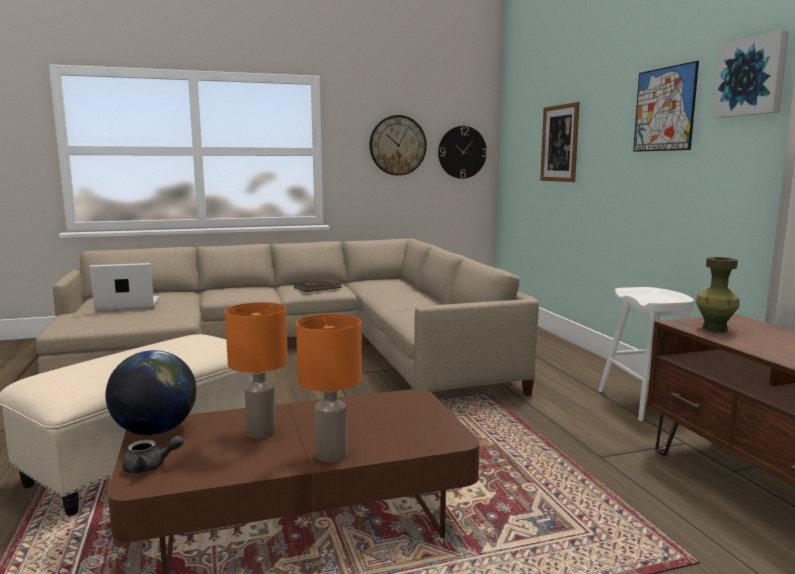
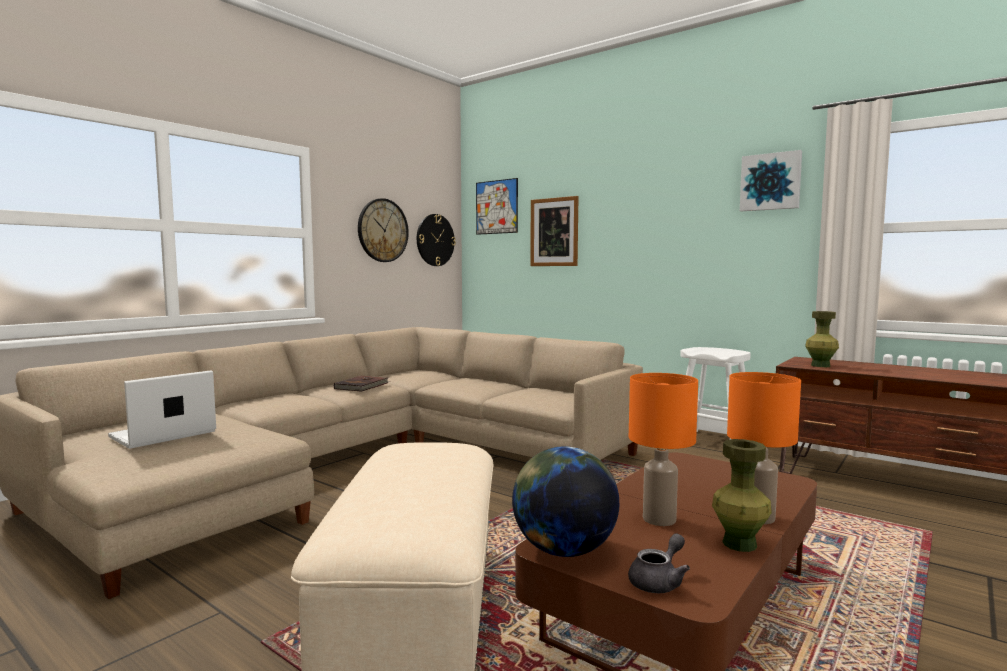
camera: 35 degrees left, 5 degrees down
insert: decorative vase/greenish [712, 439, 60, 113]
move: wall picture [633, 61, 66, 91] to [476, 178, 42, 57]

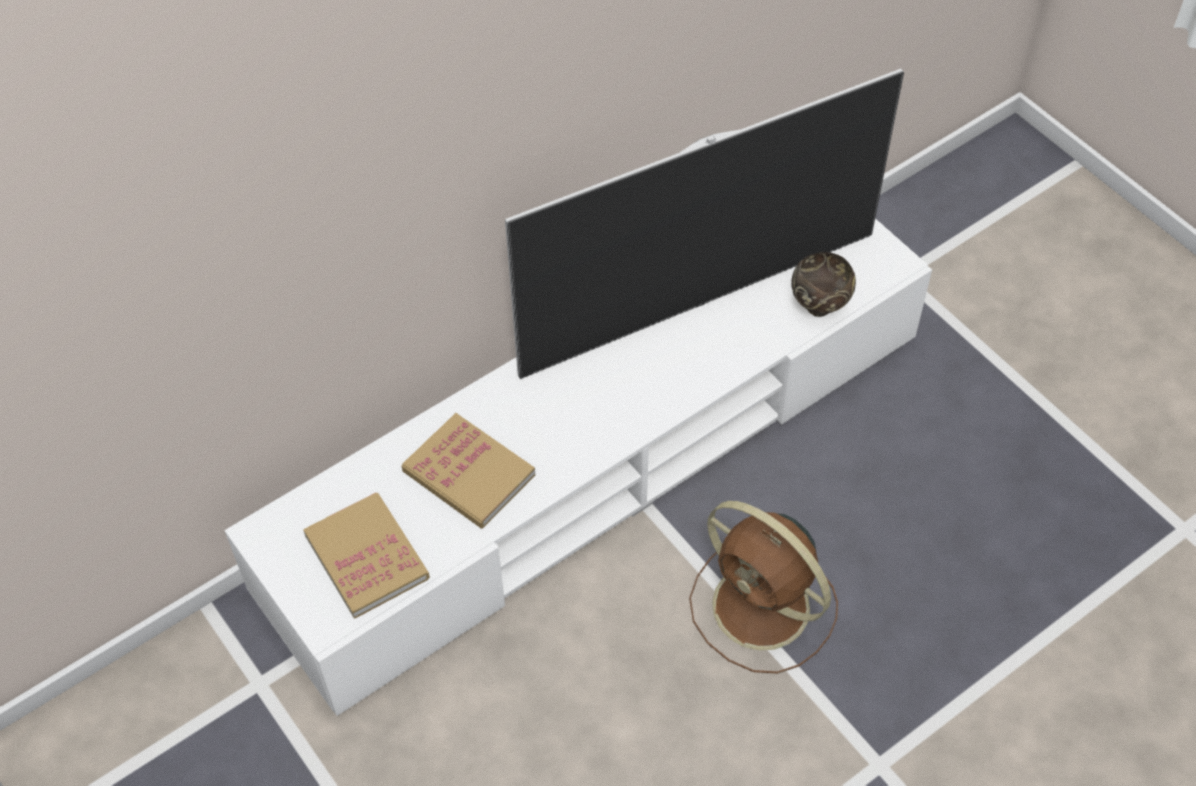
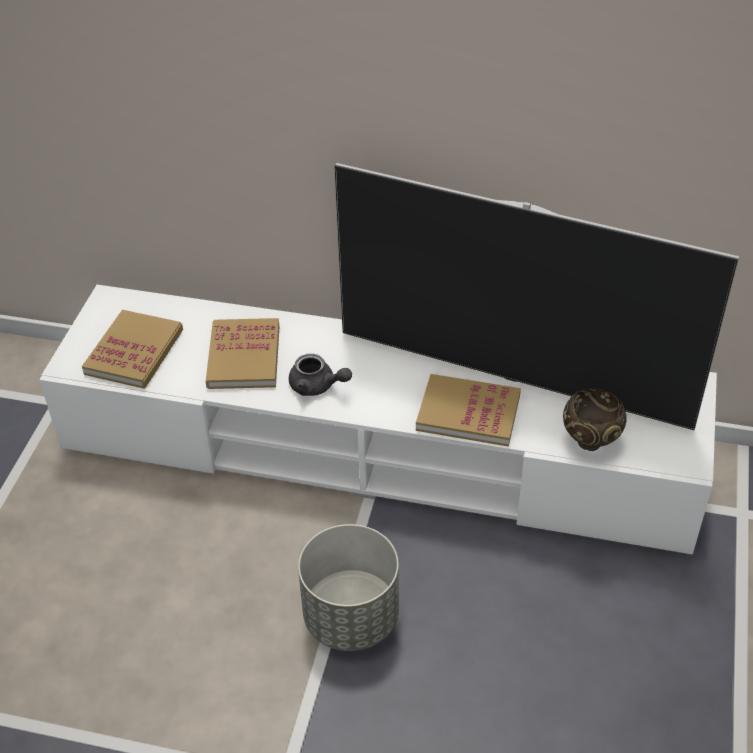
camera: 50 degrees right, 10 degrees down
insert: pot for tea/greyish [289, 354, 63, 42]; book [416, 374, 105, 73]
replace: electric fan/brown [689, 501, 149, 173] to plant pot/greyish [298, 524, 101, 127]

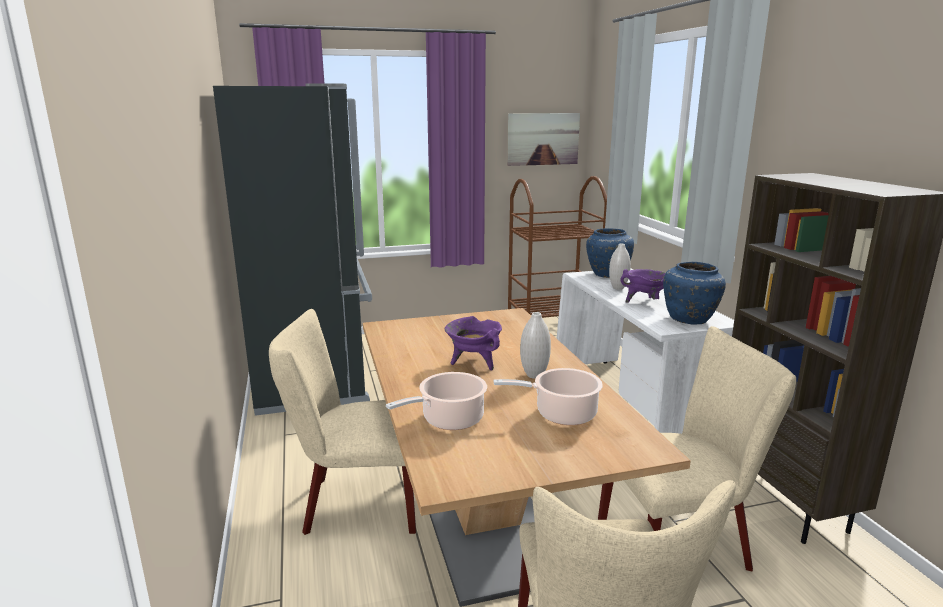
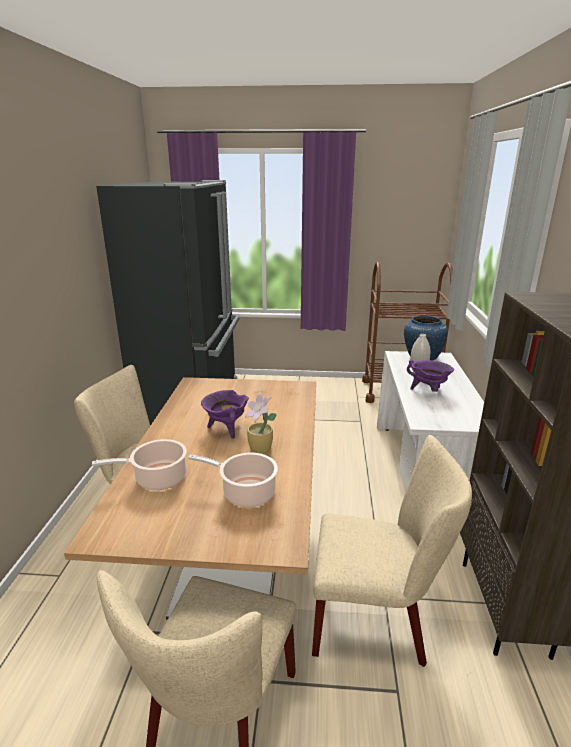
camera: 20 degrees right, 5 degrees up
delete: wall picture [507, 113, 73, 53]; decorative vase/bluish [663, 262, 63, 62]
replace: decorative vase/white-coloured [520, 312, 31, 67] to potted plant [245, 392, 32, 62]

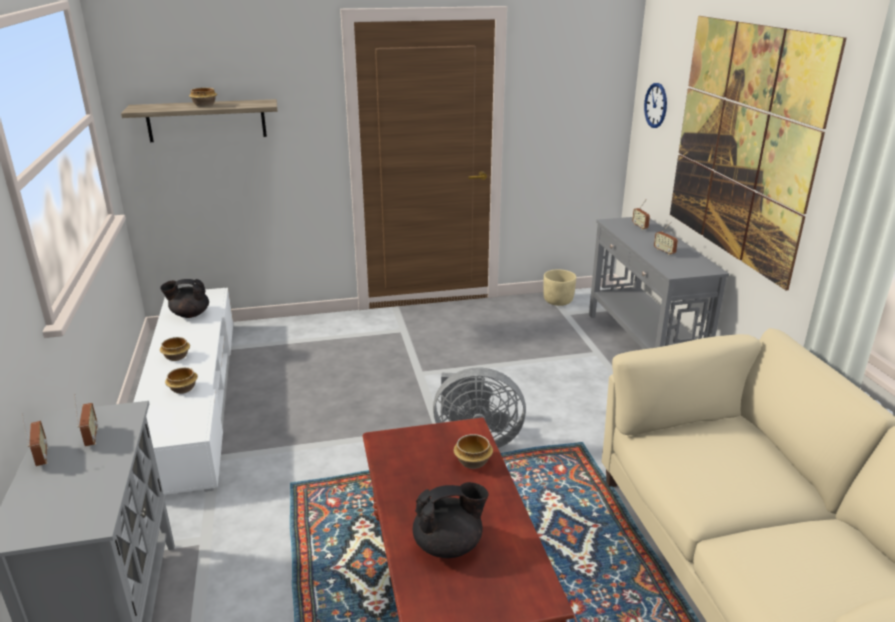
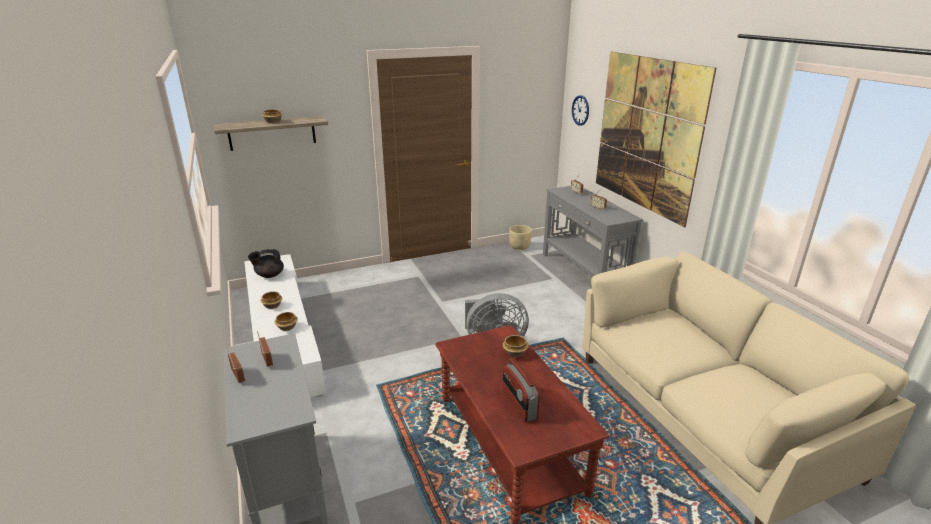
camera: 10 degrees left, 0 degrees up
replace: pot for tea/black-coloured [413, 482, 75, 76] to radio receiver [502, 358, 38, 64]

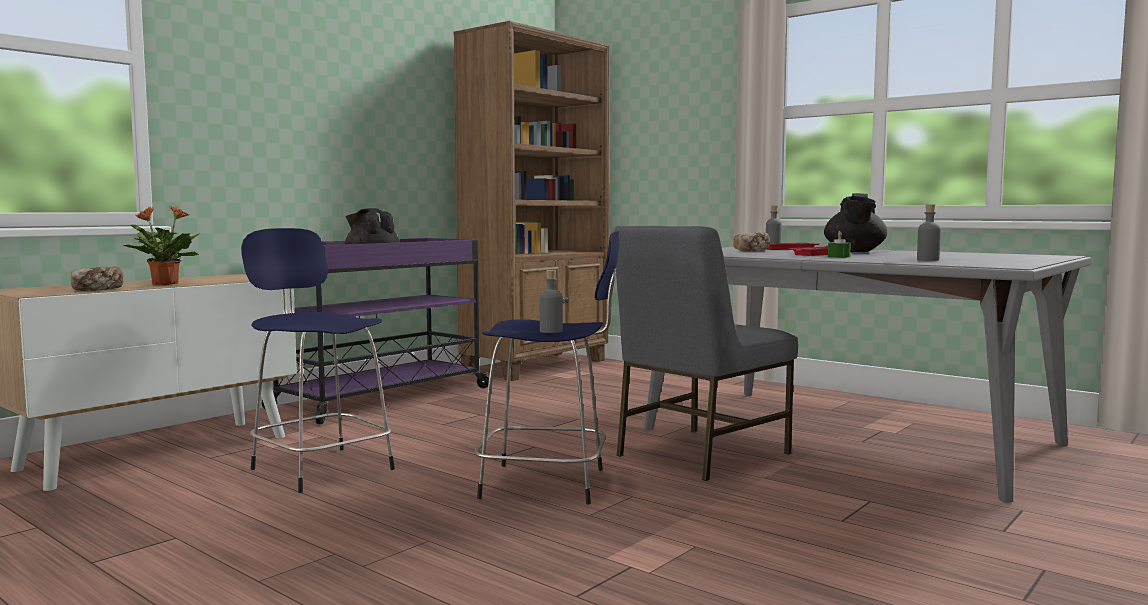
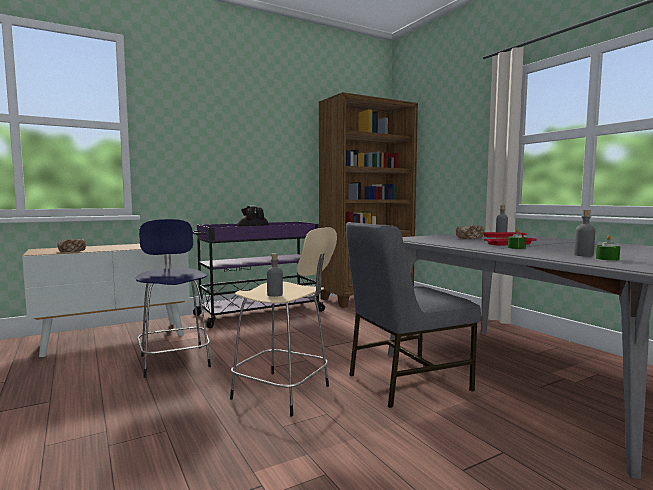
camera: 20 degrees right, 0 degrees up
delete: potted plant [123, 205, 78, 80]; pot for tea/black-coloured [824, 193, 63, 59]
insert: candle/greenish [596, 235, 24, 26]
recolor: stool/bluish [474, 231, 145, 273] to stool/beige-coloured [230, 227, 107, 190]

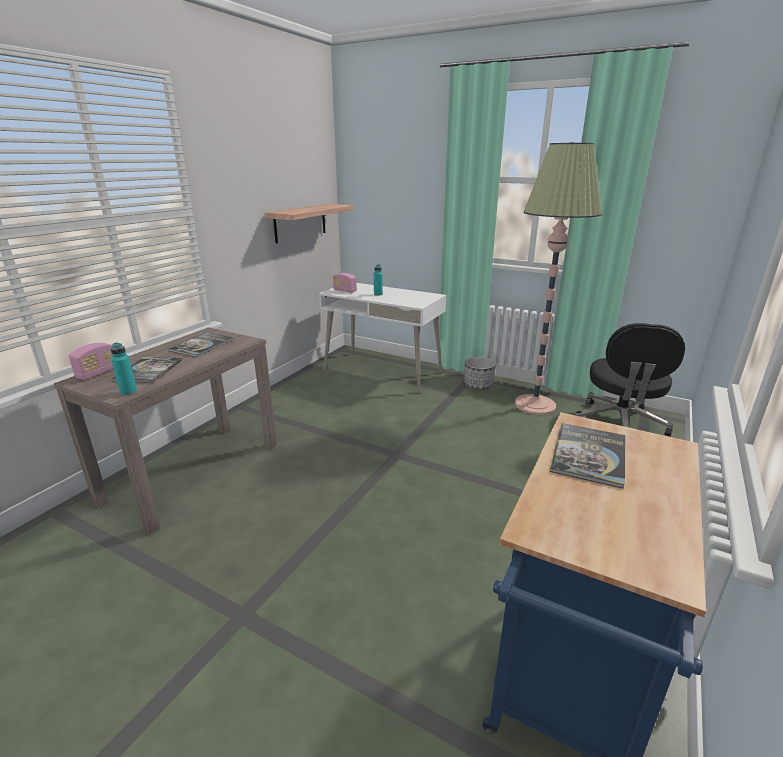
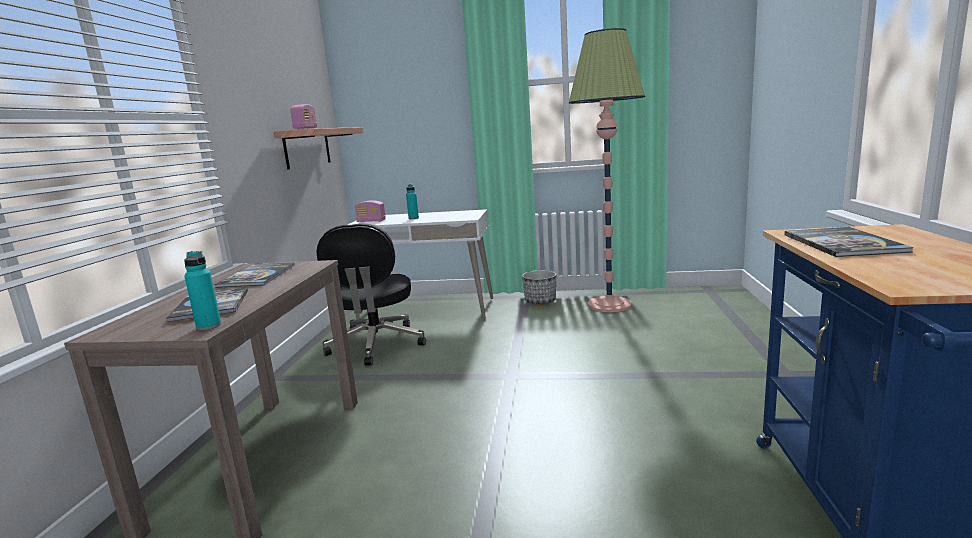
camera: 20 degrees left, 10 degrees down
move: radio receiver [69, 343, 44, 37] to [290, 104, 27, 25]; desk chair/black-coloured [576, 323, 109, 114] to [316, 223, 110, 143]

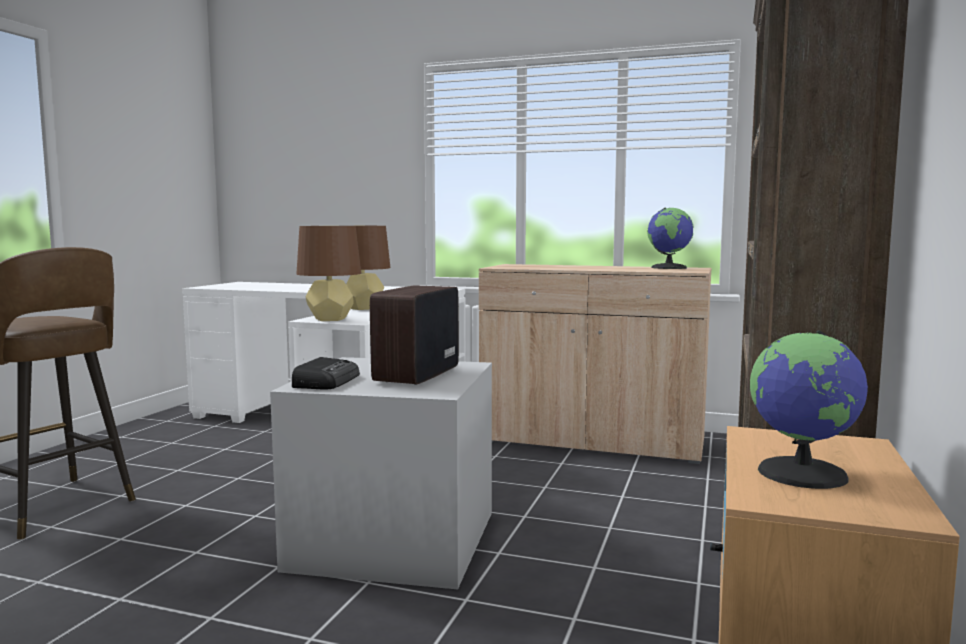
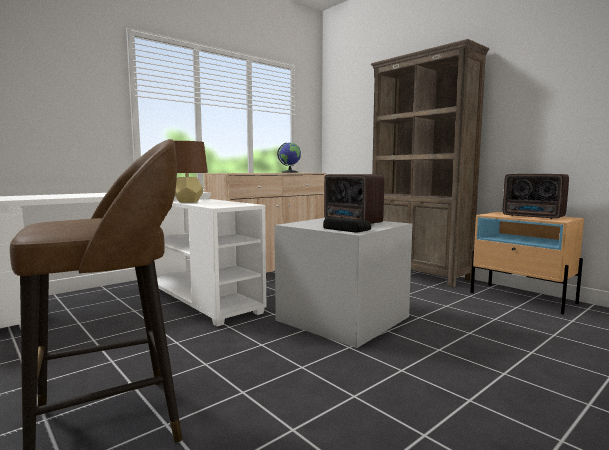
camera: 60 degrees left, 0 degrees up
delete: table lamp/brown [296, 226, 65, 95]
replace: world globe [750, 331, 118, 158] to radio receiver [503, 174, 66, 45]

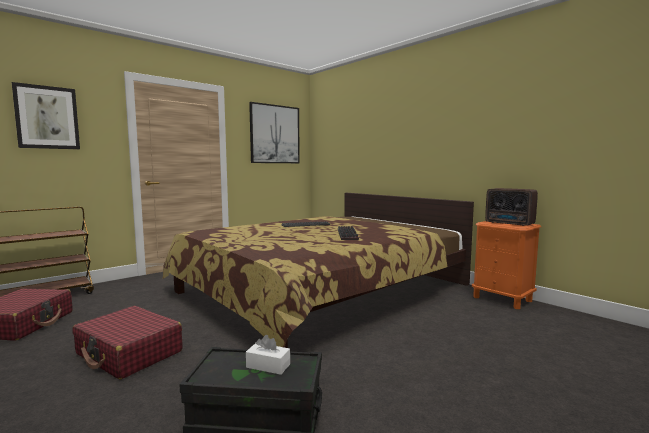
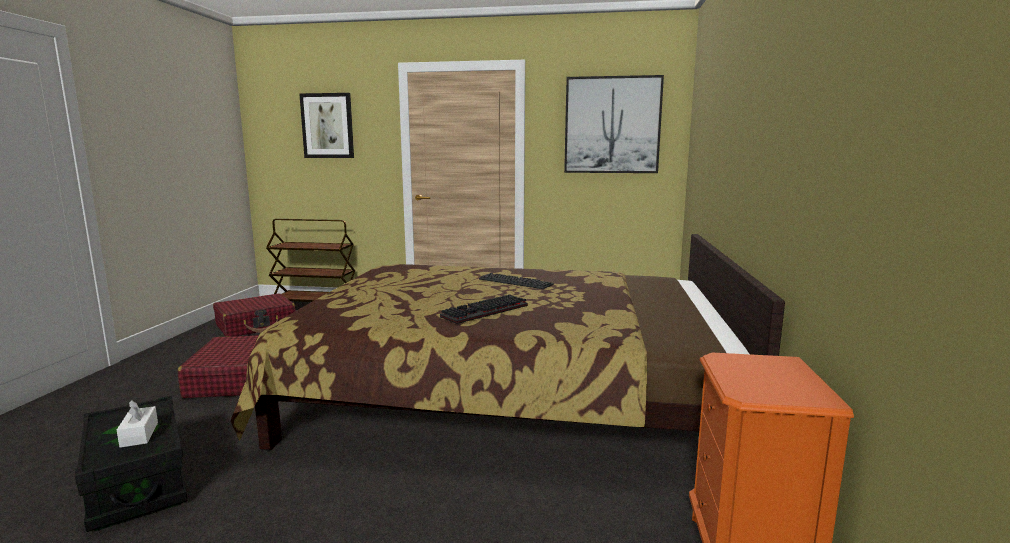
camera: 50 degrees right, 5 degrees up
delete: radio receiver [485, 188, 53, 38]

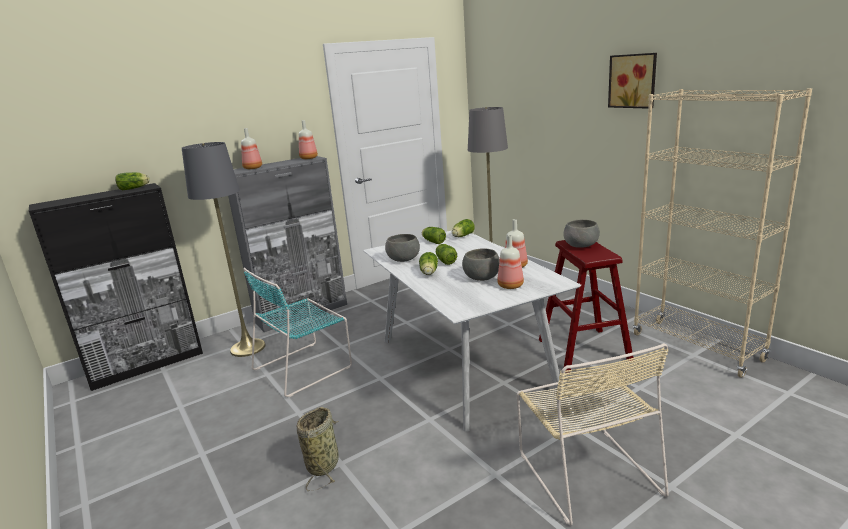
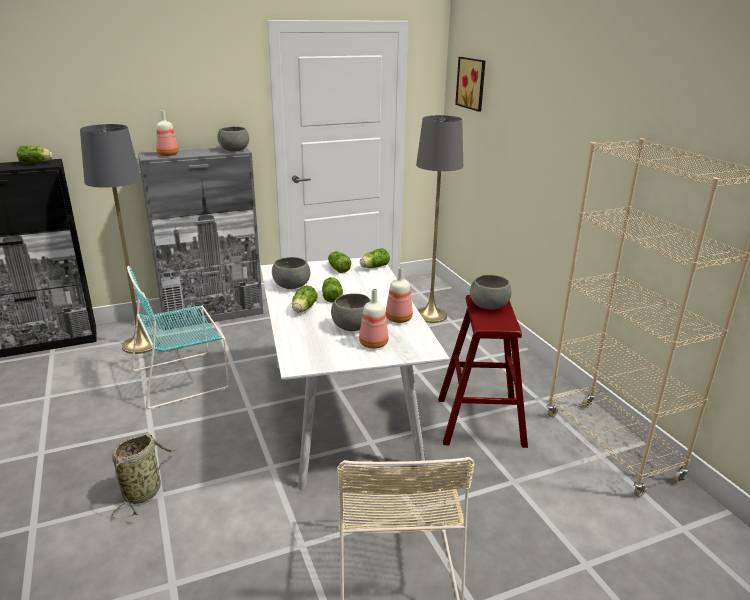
camera: 10 degrees right, 5 degrees up
move: wall picture [608, 53, 49, 56] to [455, 57, 30, 55]
replace: bottle [299, 120, 19, 39] to serving bowl/greyish [217, 126, 32, 25]

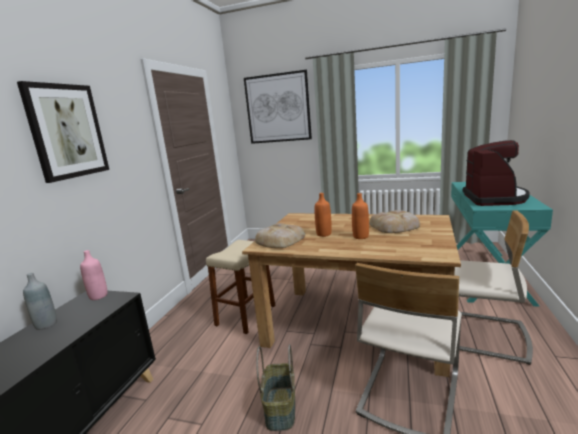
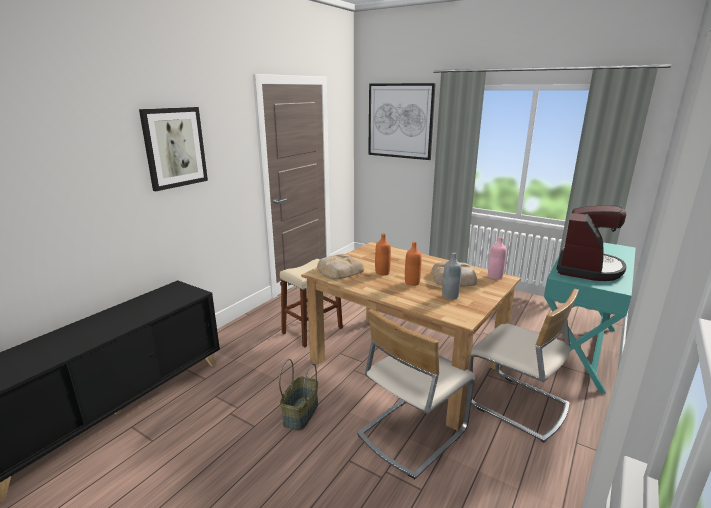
camera: 15 degrees right, 5 degrees up
move: bottle/greyish [23, 273, 34, 57] to [442, 252, 19, 48]; bottle/pinkish [80, 250, 28, 50] to [488, 236, 18, 43]

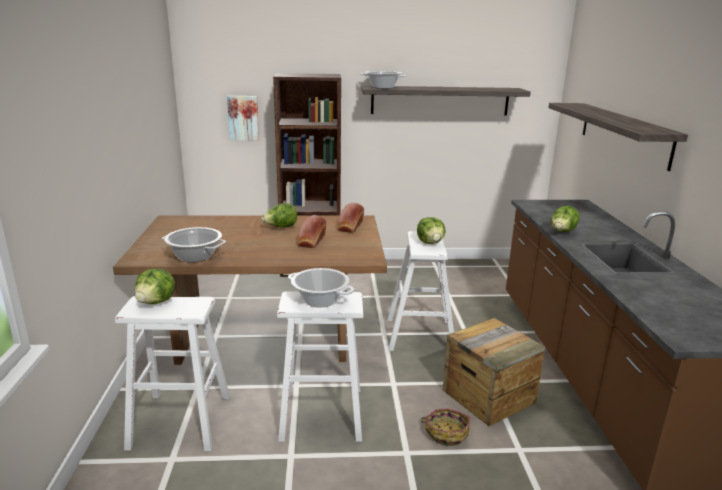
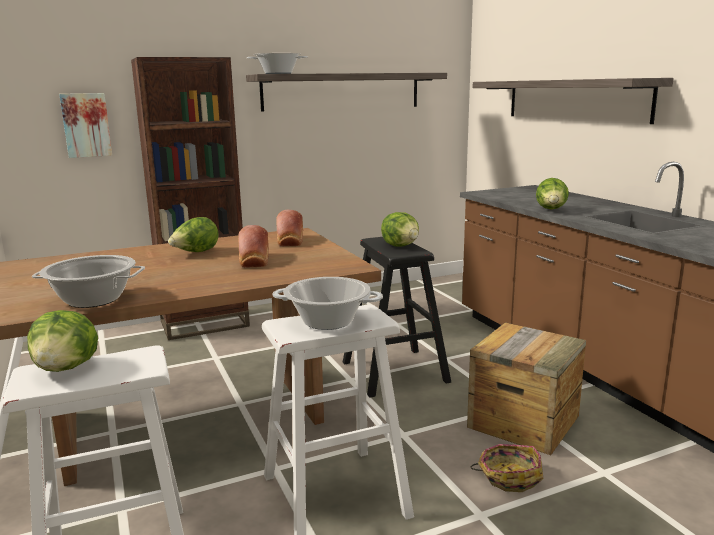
camera: 20 degrees left, 5 degrees down
recolor: stool/white-coloured [387, 231, 67, 120] to stool/black-coloured [343, 237, 108, 161]

